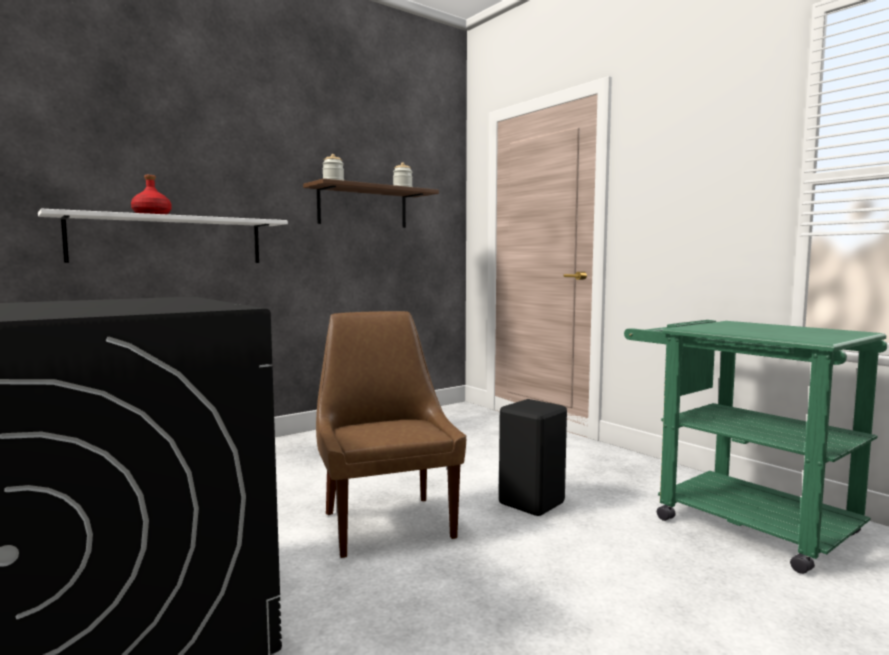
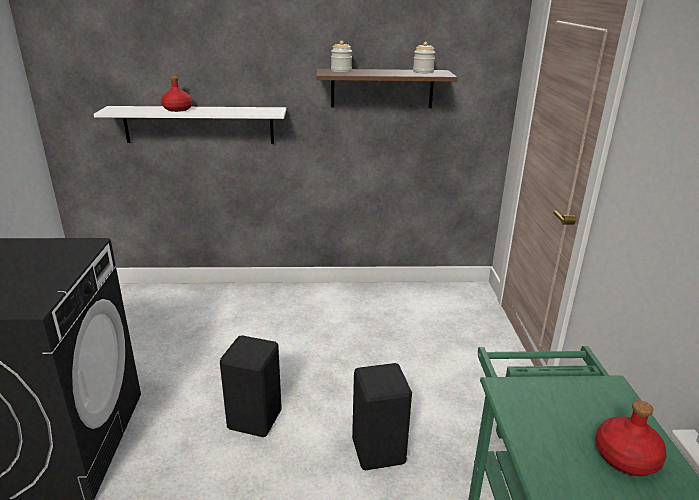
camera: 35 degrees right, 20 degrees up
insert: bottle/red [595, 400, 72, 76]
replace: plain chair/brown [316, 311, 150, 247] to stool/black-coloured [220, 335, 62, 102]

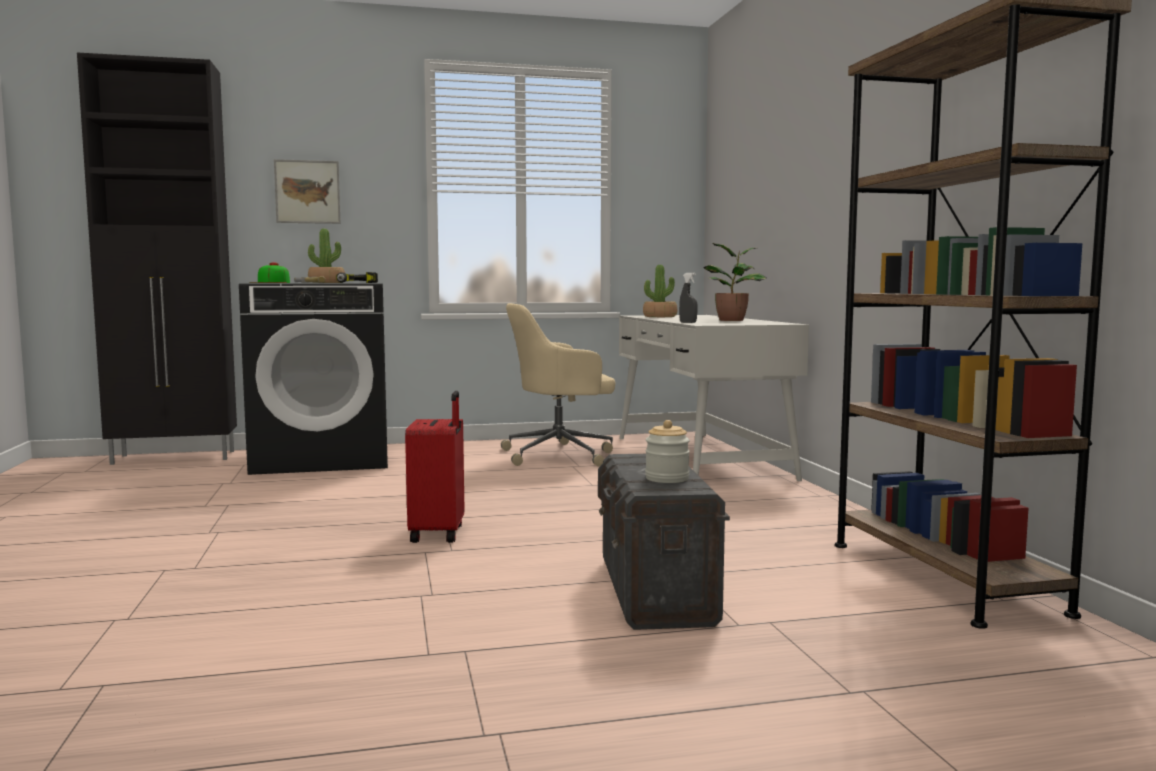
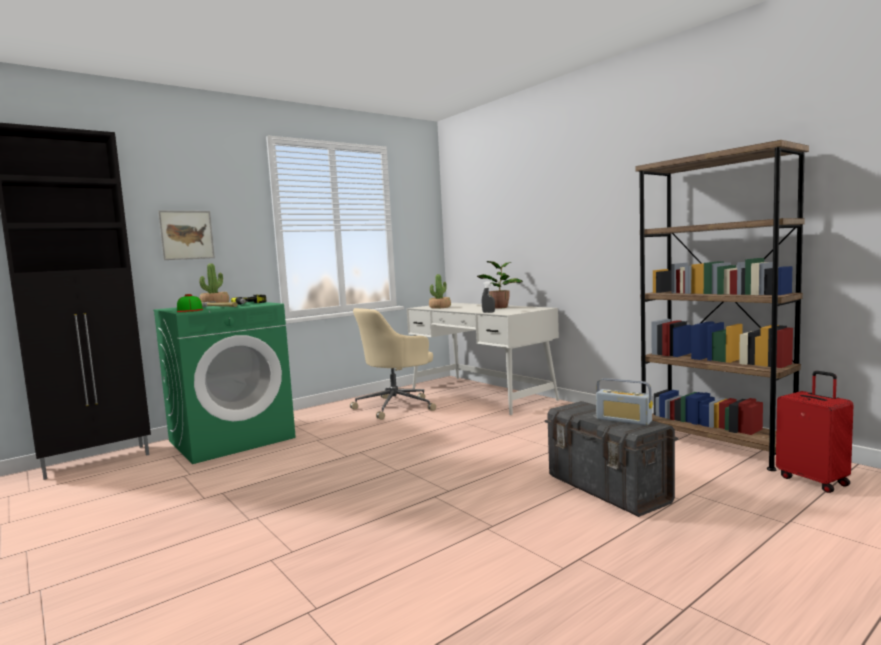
camera: 25 degrees left, 0 degrees up
move: travel case/red [405, 391, 60, 152] to [776, 371, 78, 122]
replace: preserve jar [645, 420, 45, 63] to radio receiver [596, 378, 57, 48]
recolor: laundry appliance/black-coloured [239, 283, 149, 192] to laundry appliance/greenish [153, 301, 143, 163]

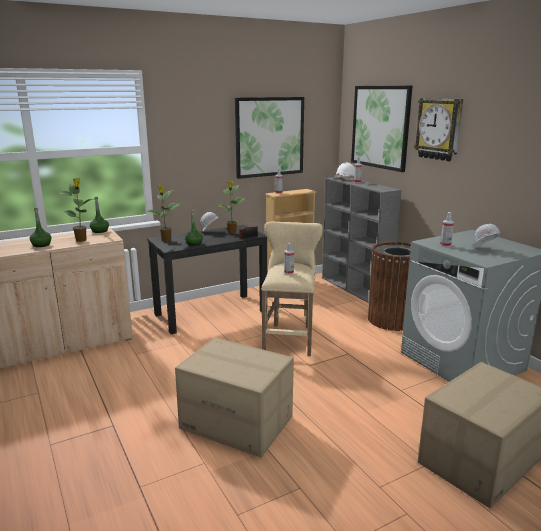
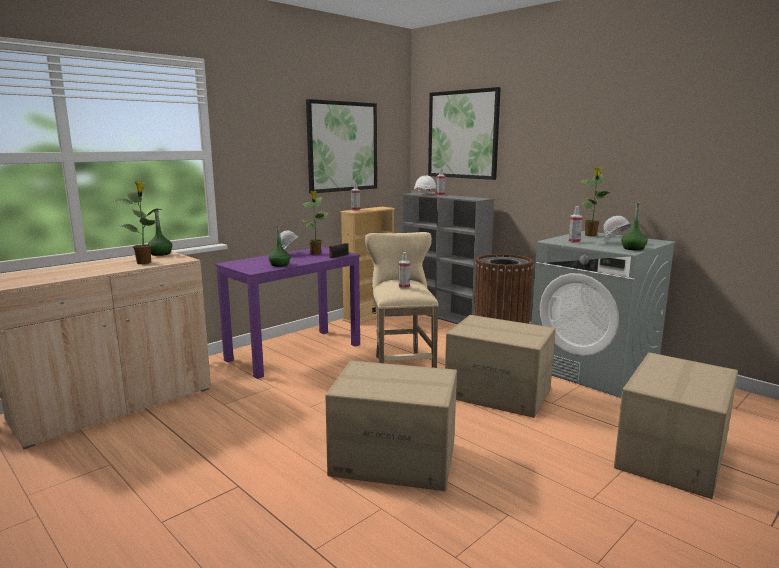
camera: 15 degrees left, 5 degrees down
delete: hanging clock [414, 98, 49, 63]
insert: carton [445, 315, 111, 103]
move: bottle/greenish [29, 207, 23, 40] to [621, 202, 27, 49]; potted plant [147, 185, 32, 56] to [579, 167, 32, 69]
recolor: desk unit/black-coloured [147, 225, 120, 109] to desk unit/purple [215, 247, 146, 132]

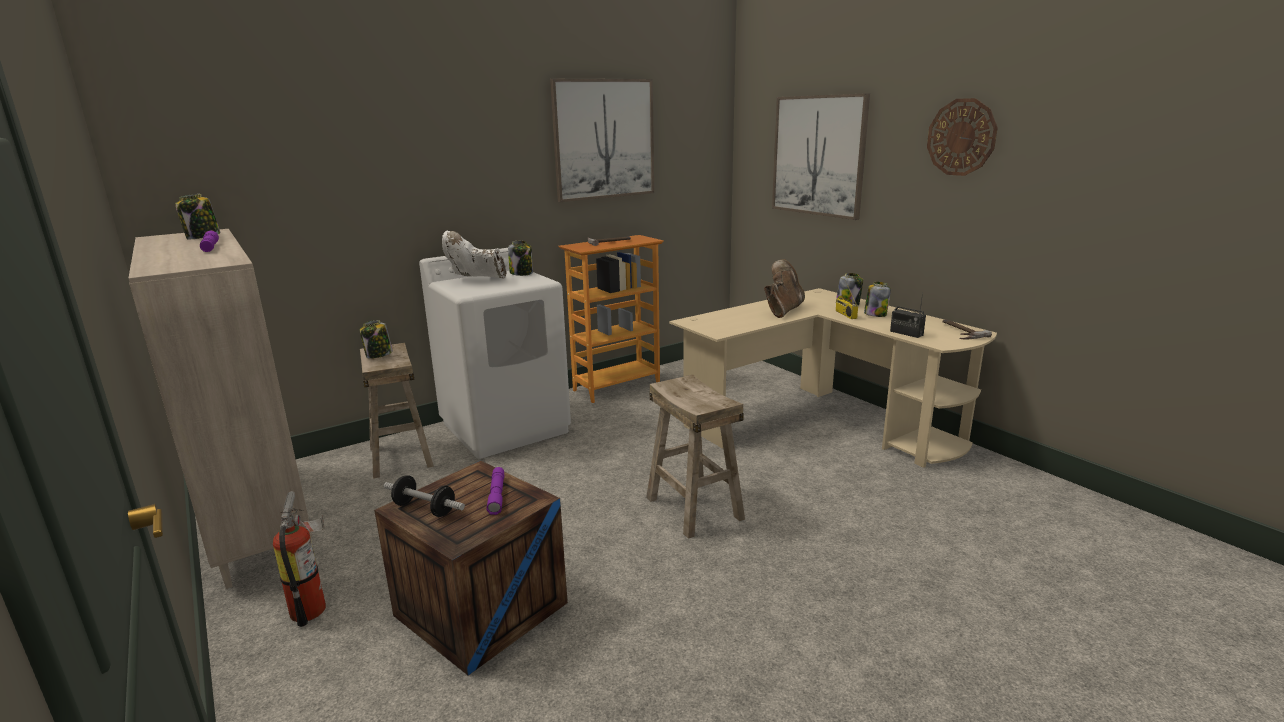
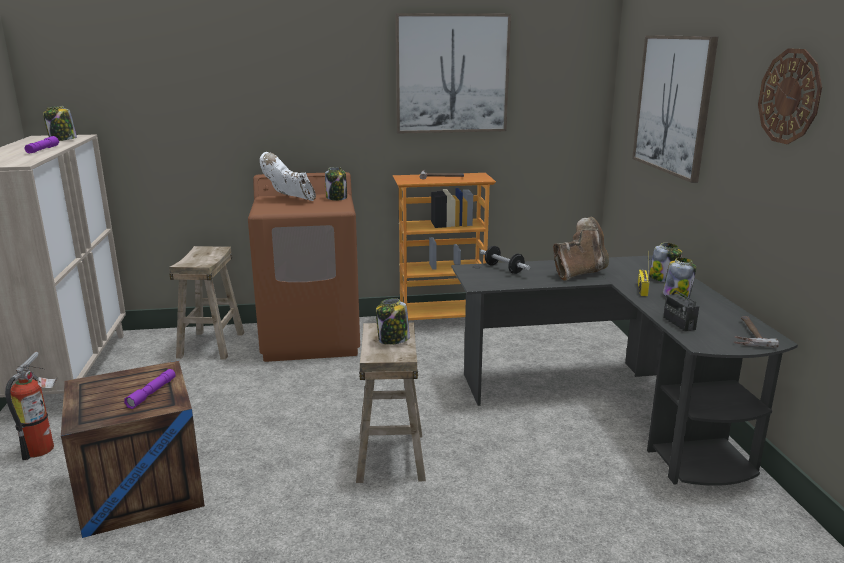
camera: 25 degrees right, 0 degrees up
move: preserve jar [360, 320, 33, 39] to [376, 298, 34, 47]; free weight [383, 475, 82, 42] to [480, 246, 50, 28]
recolor: laundry appliance/white-coloured [419, 248, 152, 211] to laundry appliance/brown [248, 172, 112, 190]; desk unit/beige-coloured [669, 288, 328, 180] to desk unit/black-coloured [451, 255, 347, 231]

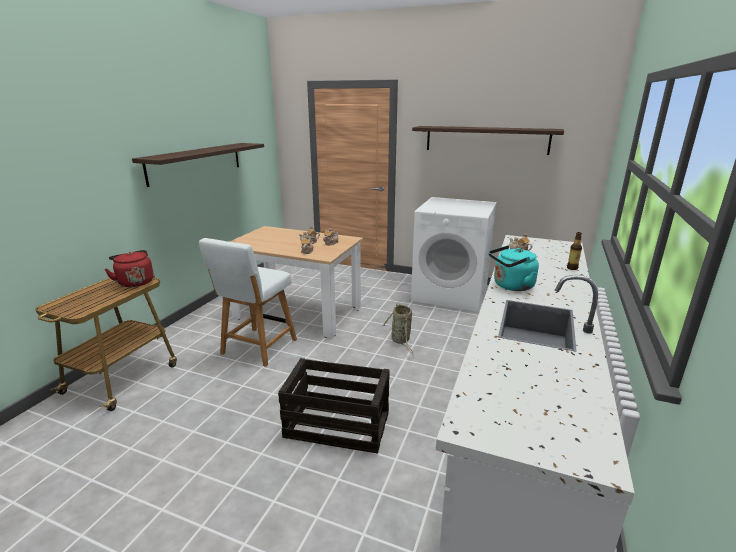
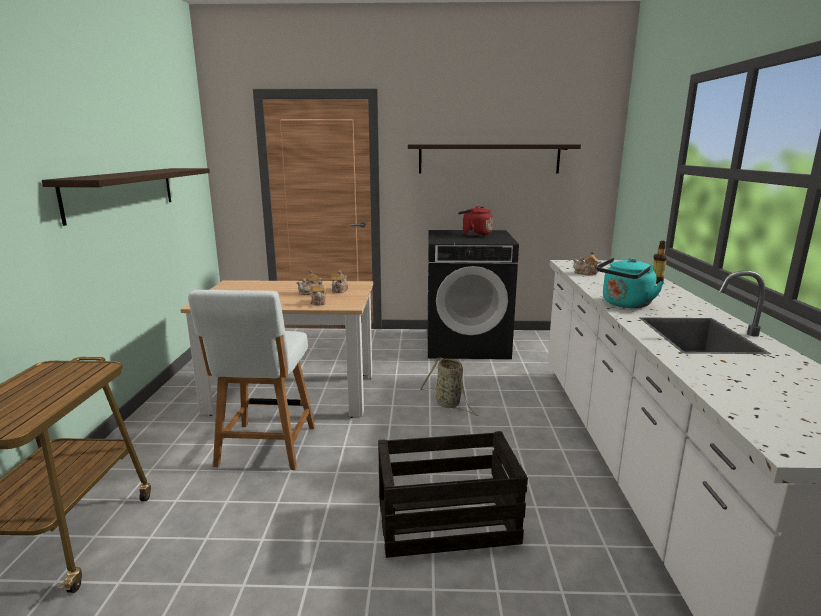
camera: 20 degrees left, 5 degrees down
move: kettle/red [105, 250, 49, 37] to [458, 206, 35, 31]
recolor: laundry appliance/white-coloured [411, 197, 86, 115] to laundry appliance/black-coloured [427, 230, 92, 129]

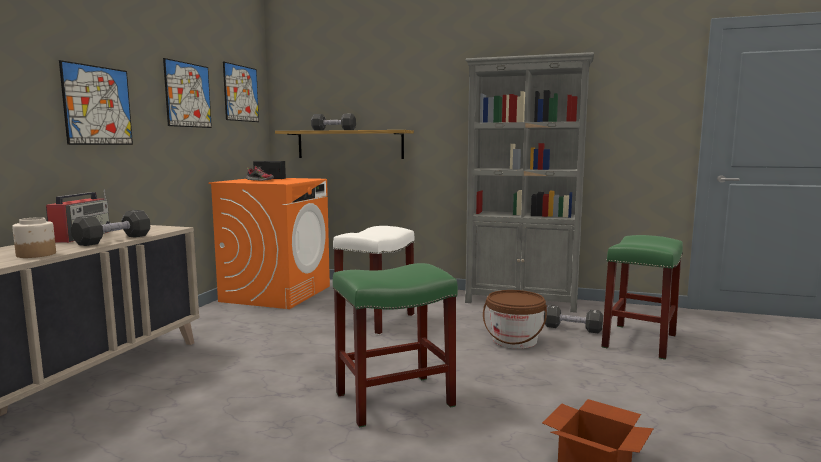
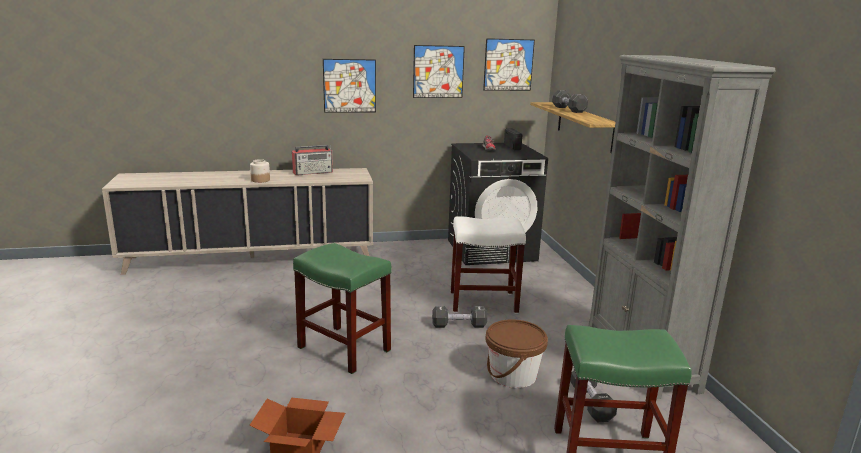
camera: 60 degrees right, 10 degrees up
move: free weight/black-coloured [71, 210, 79, 36] to [432, 306, 55, 22]
recolor: laundry appliance/orange-coloured [209, 178, 121, 131] to laundry appliance/black-coloured [448, 143, 100, 122]

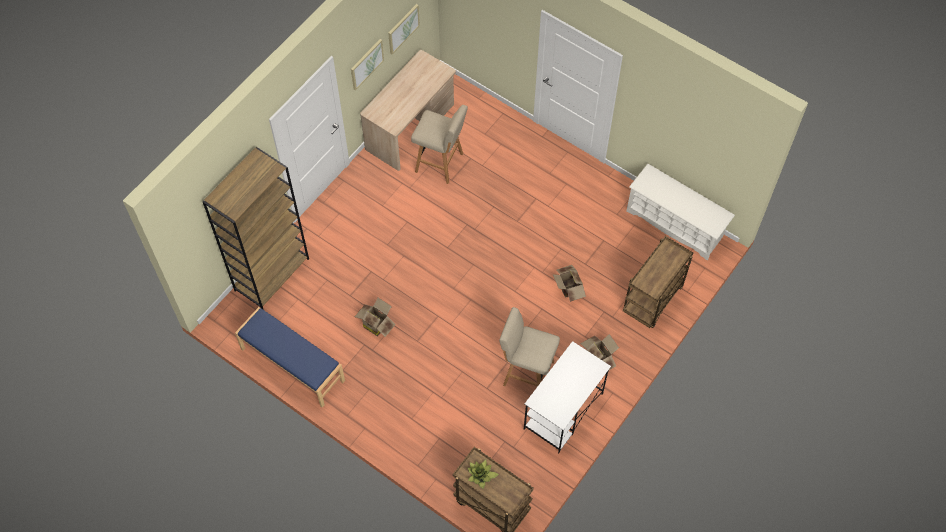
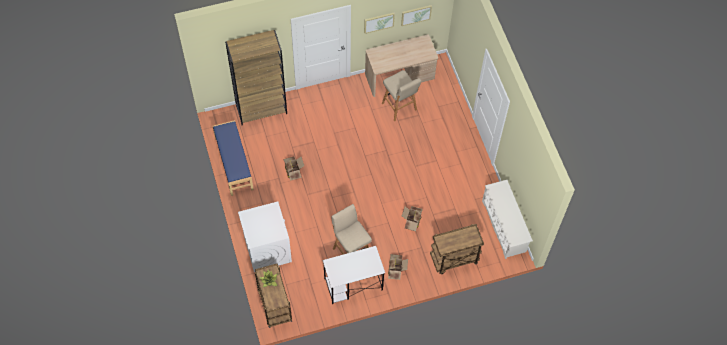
camera: 35 degrees right, 0 degrees up
insert: laundry appliance/white-coloured [238, 201, 54, 71]

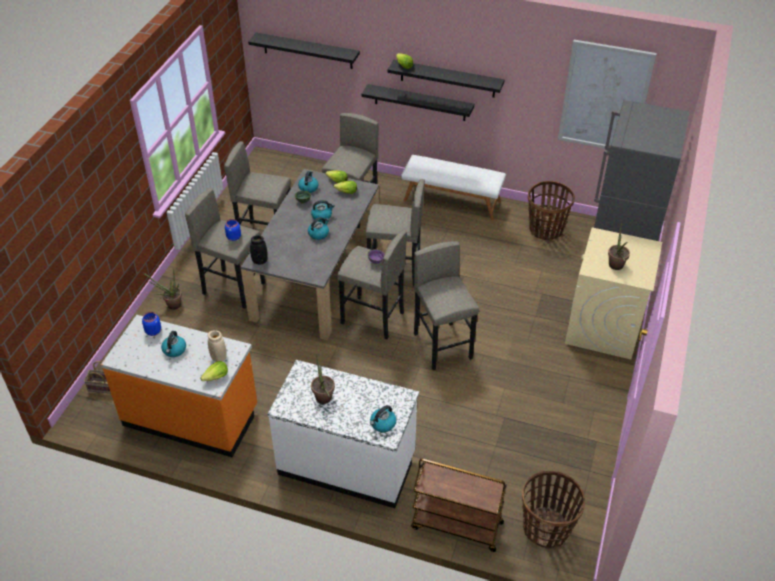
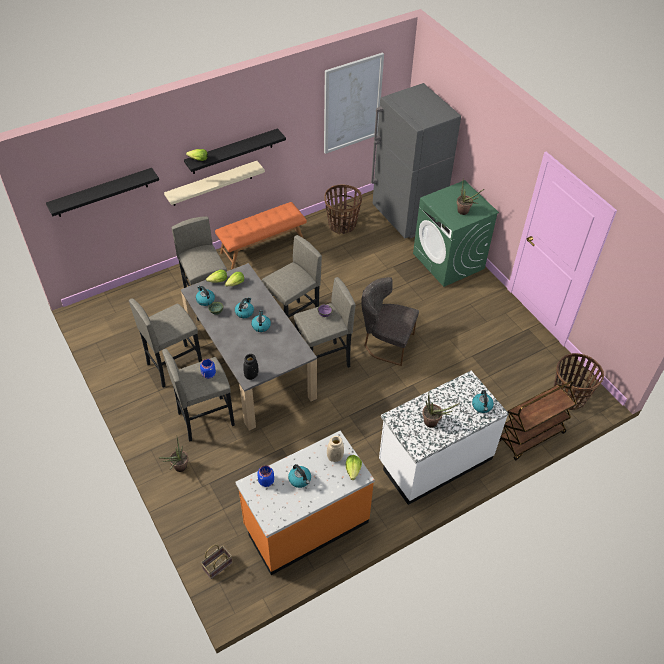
camera: 50 degrees left, 5 degrees up
replace: stool/greyish [414, 241, 65, 129] to plain chair/greyish [361, 277, 58, 89]
recolor: shelf/black-coloured [361, 84, 113, 37] to shelf/beige-coloured [164, 161, 101, 45]; indoor bench/white-coloured [401, 155, 105, 65] to indoor bench/orange-coloured [215, 202, 92, 67]; laundry appliance/beige-coloured [565, 228, 97, 131] to laundry appliance/greenish [413, 180, 86, 107]

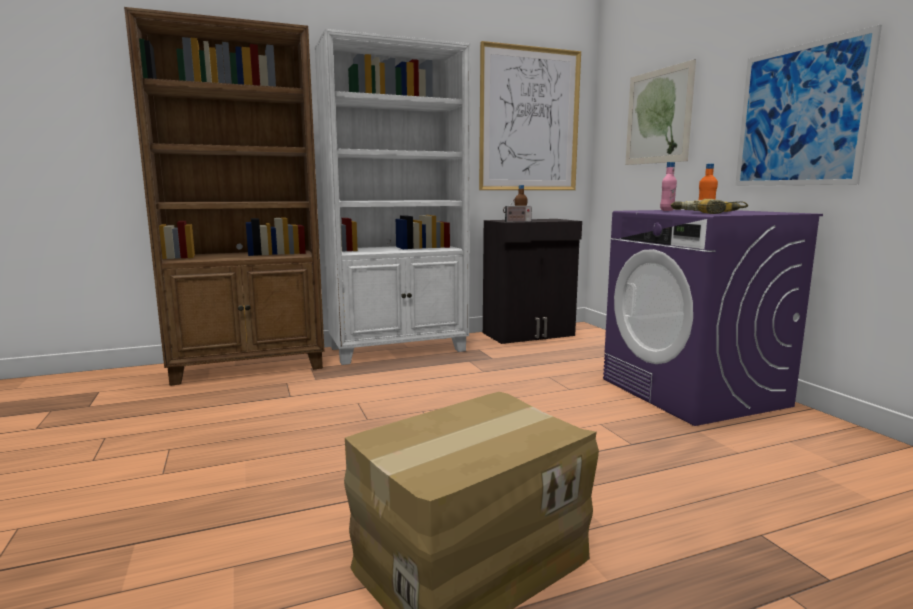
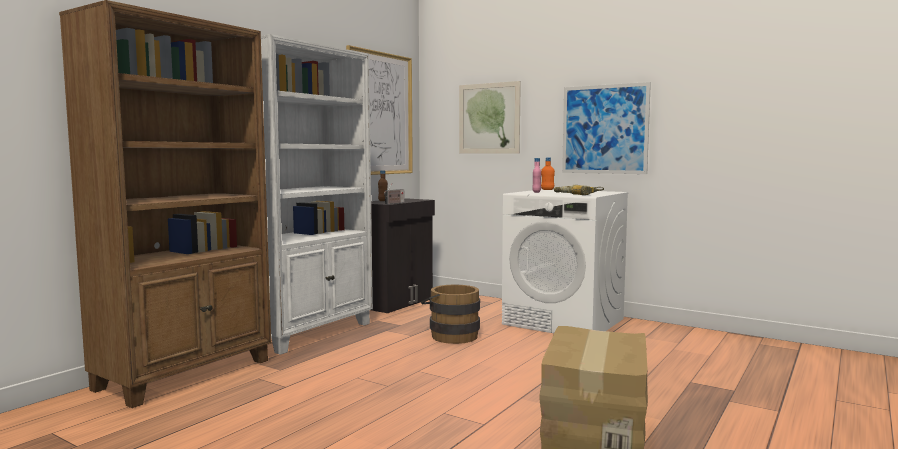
camera: 35 degrees left, 5 degrees down
insert: pail/brown [421, 285, 59, 59]
recolor: laundry appliance/purple [603, 210, 220, 216] to laundry appliance/white-coloured [502, 189, 127, 144]

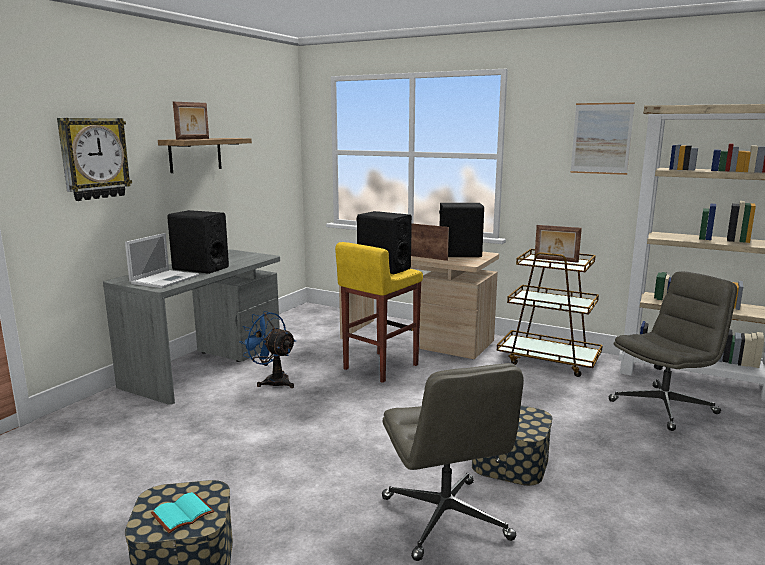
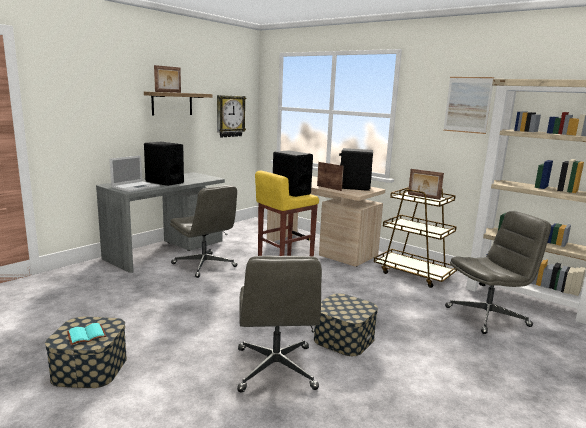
camera: 10 degrees right, 0 degrees up
move: hanging clock [57, 118, 75, 83] to [217, 95, 29, 43]
replace: electric fan/bluish [239, 311, 57, 77] to desk chair/greyish [170, 185, 67, 93]

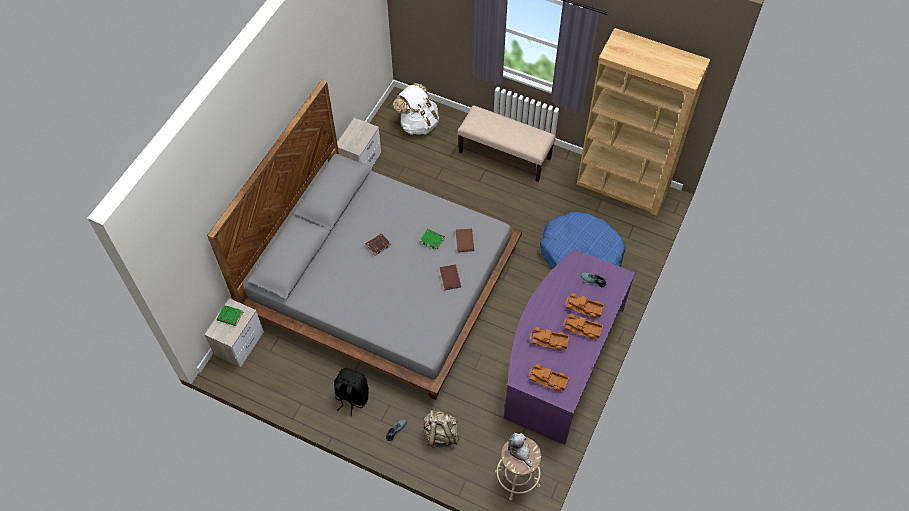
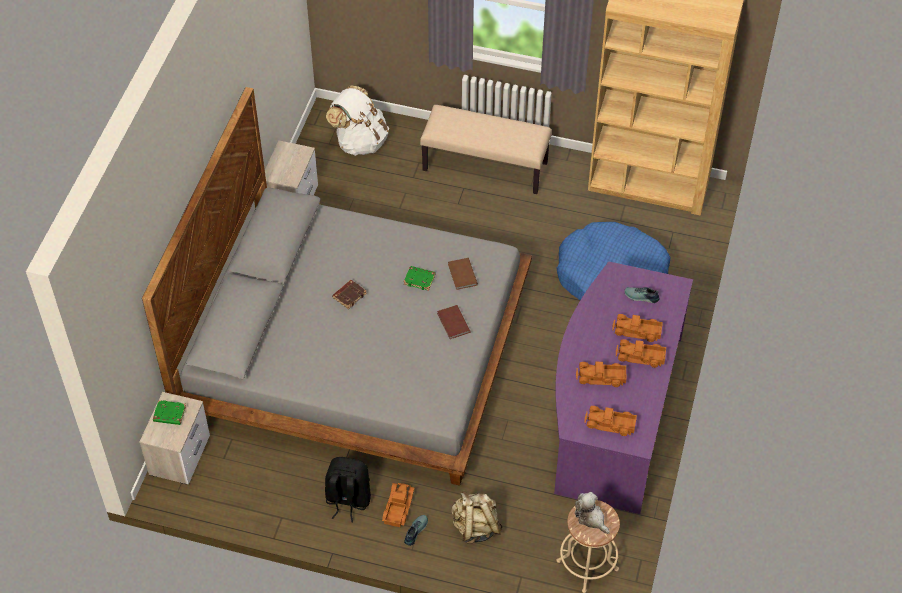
camera: 10 degrees left, 5 degrees down
insert: toy truck [382, 483, 33, 44]

